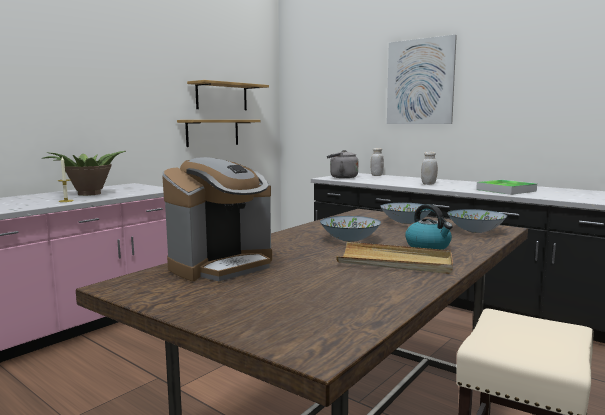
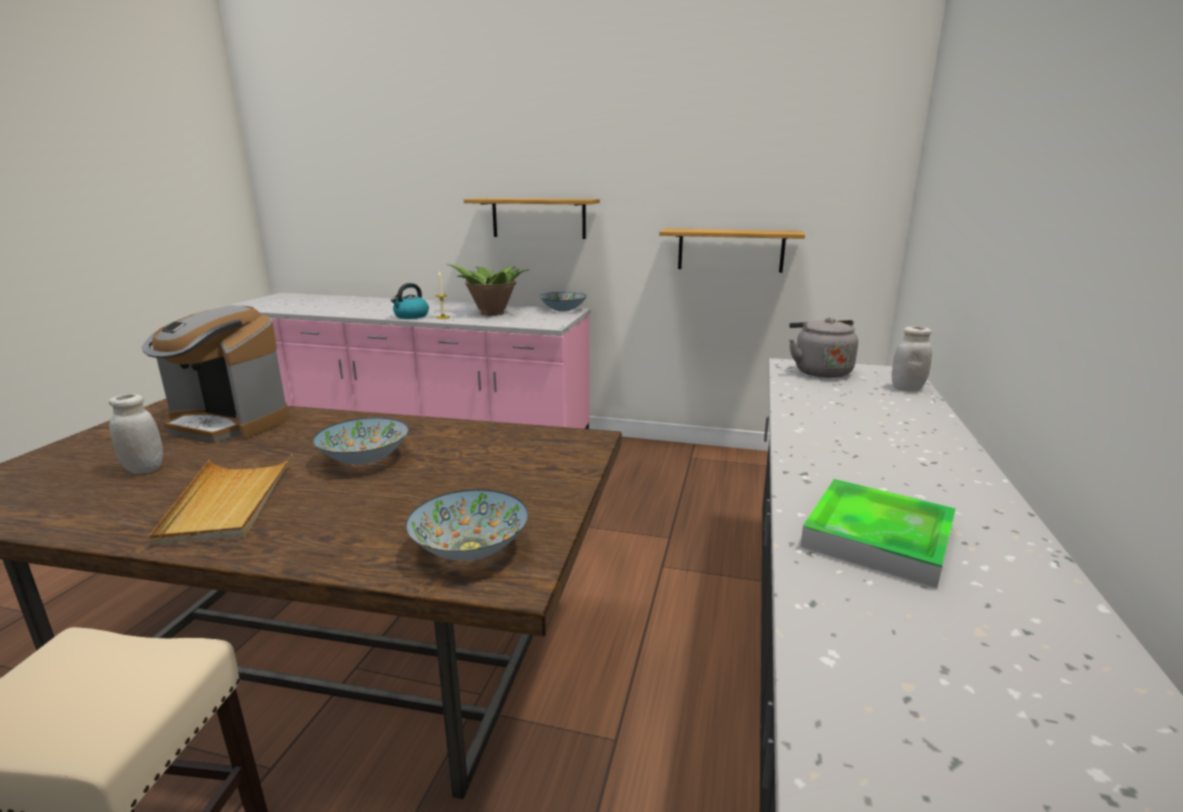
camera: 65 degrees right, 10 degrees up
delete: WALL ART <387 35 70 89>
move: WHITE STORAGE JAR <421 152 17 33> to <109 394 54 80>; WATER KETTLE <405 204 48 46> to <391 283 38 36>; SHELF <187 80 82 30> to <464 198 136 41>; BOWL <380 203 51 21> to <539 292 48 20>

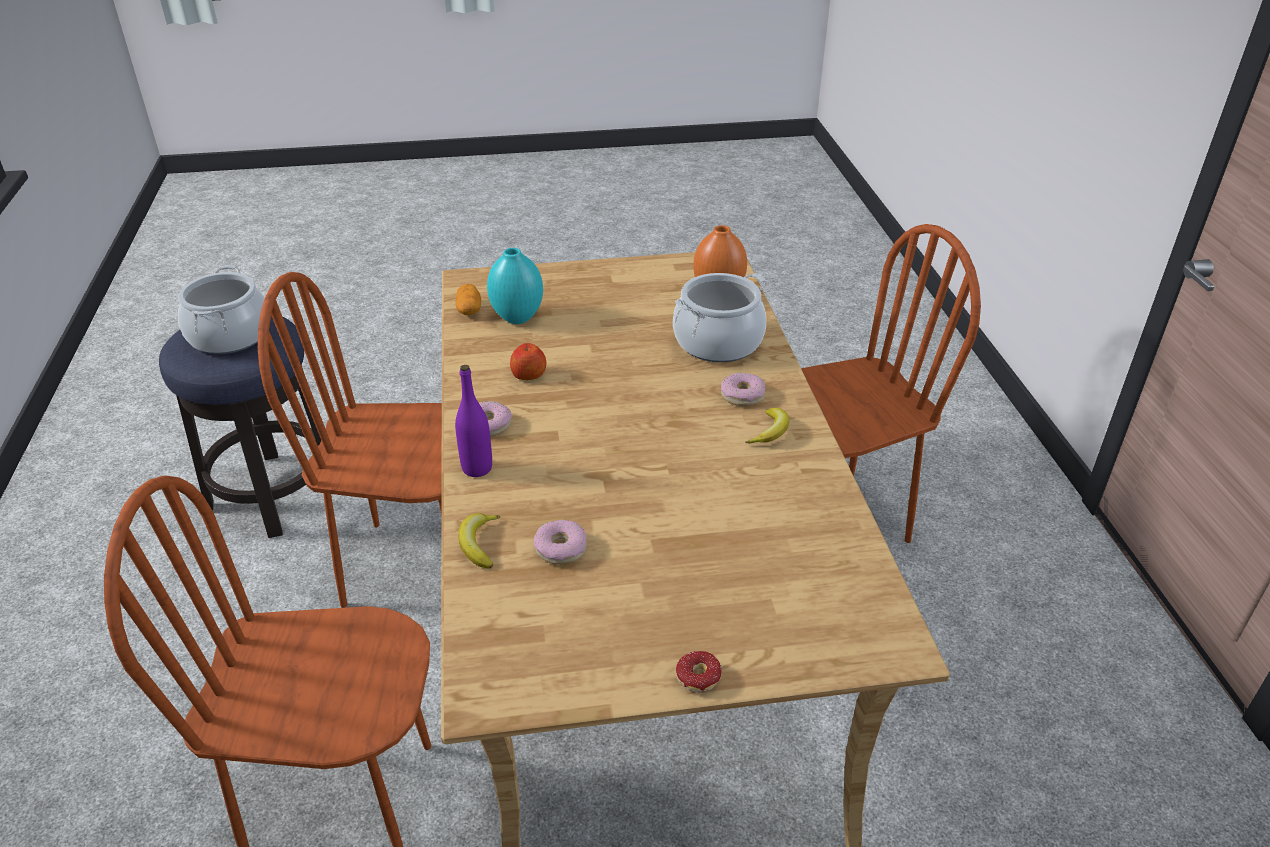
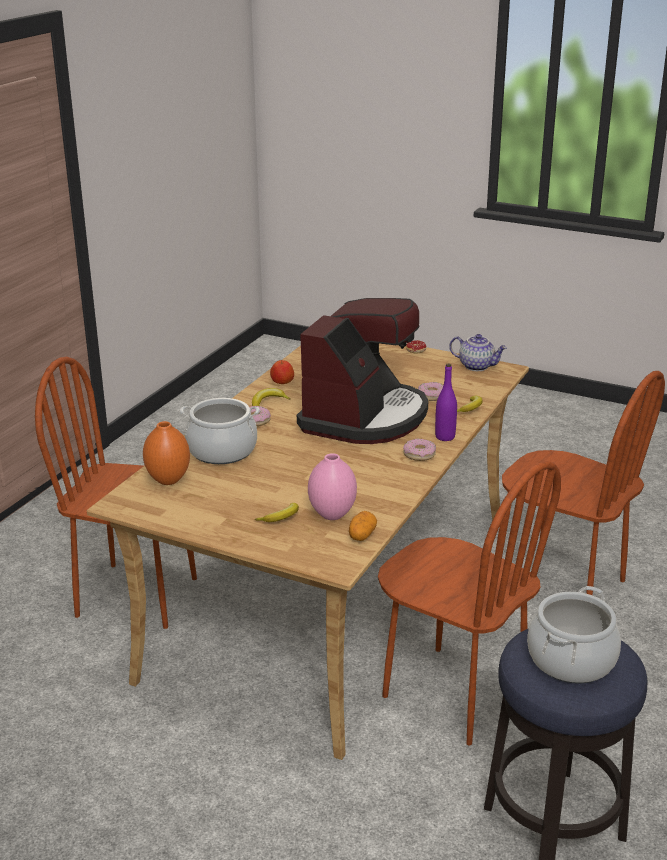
camera: 145 degrees left, 10 degrees down
insert: BANANA FRUIT <255 503 44 19>; COFFEE MAKER <297 298 131 146>; POT FOR TEA <449 334 58 37>
move: APPLE FRUIT <510 343 36 37> to <270 360 24 24>
recolor: TURQUOISE-COLOURED VASE <487 248 56 76> to PINK-COLOURED VASE <308 453 49 67>

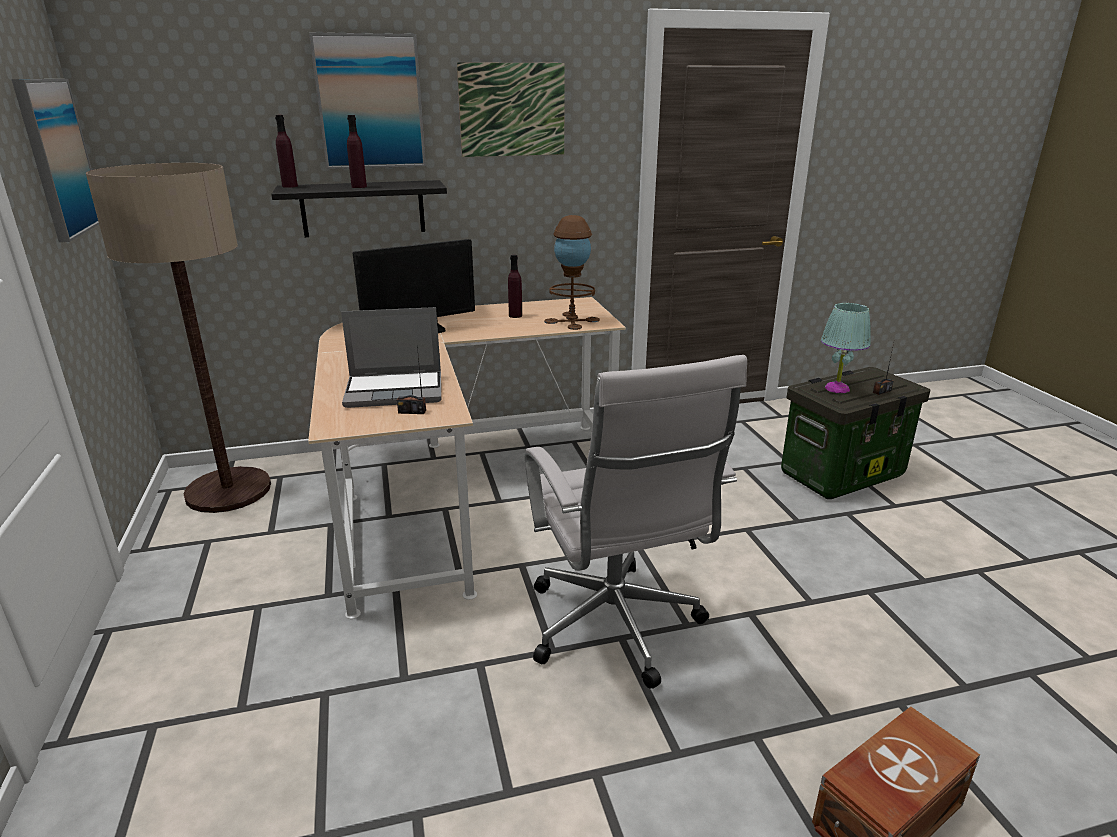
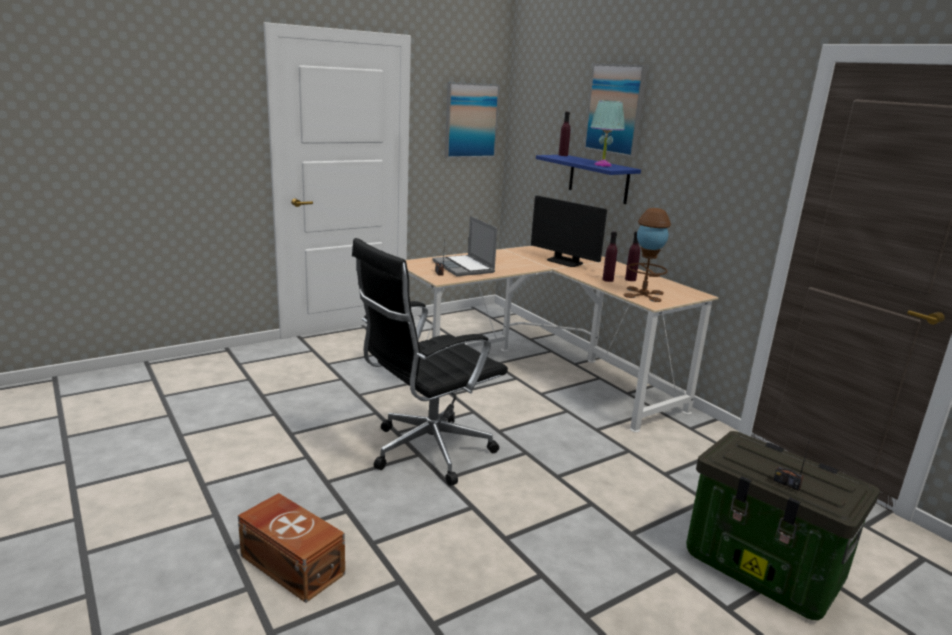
camera: 70 degrees right, 5 degrees down
delete: FLOOR LAMP <86 163 185 350>; WALL ART <457 62 108 95>
move: TURQUOISE-COLOURED TABLETOP LAMP <821 303 50 90> to <590 100 35 67>; PURPLISH BOTTLE <347 115 20 73> to <603 231 14 51>
recolor: WHITE OFFICE CHAIR <525 355 222 334> to BLACKISH OFFICE CHAIR <352 238 156 248>; BLACKISH SHELF <271 180 176 57> to BLUE SHELF <536 155 105 49>

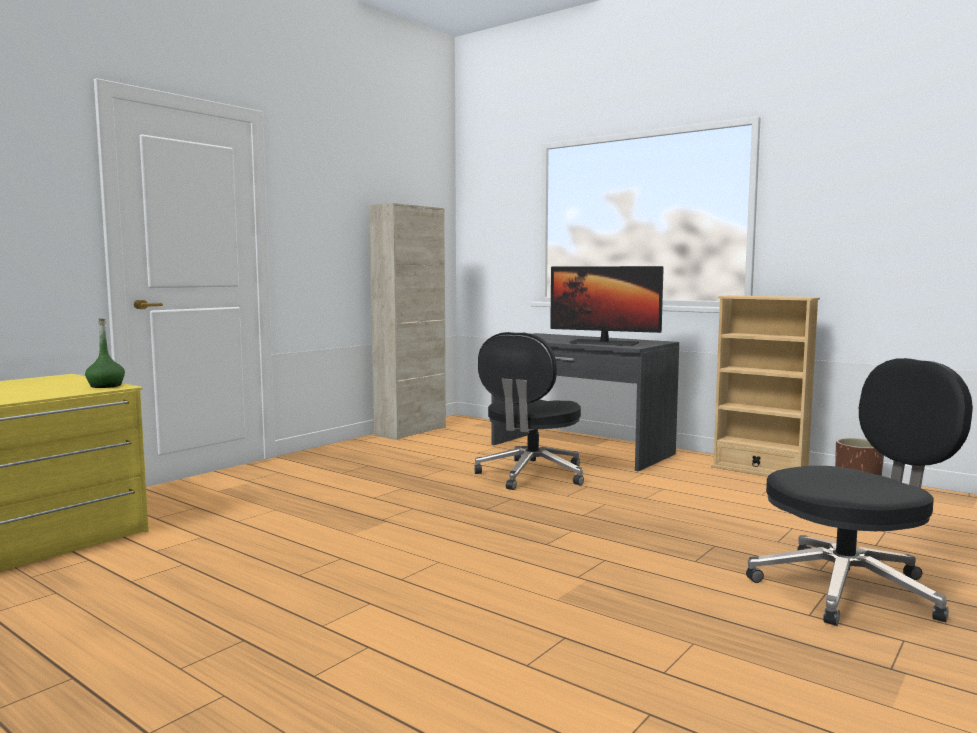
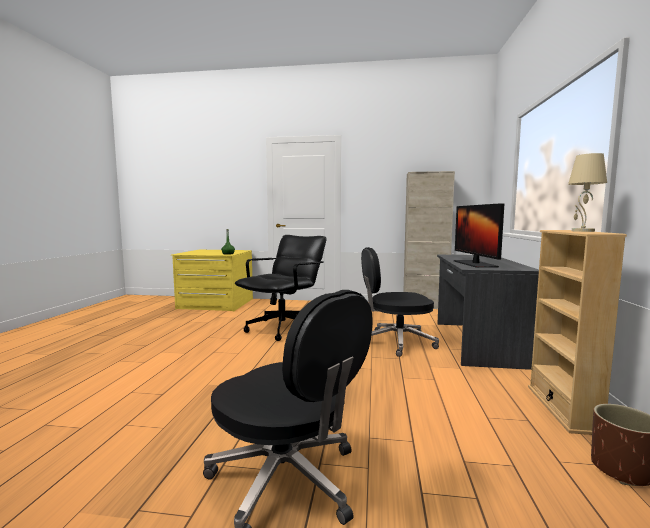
camera: 60 degrees right, 0 degrees up
insert: BLACKISH OFFICE CHAIR <235 235 92 106>; BEIGE TABLETOP LAMP <568 153 39 79>

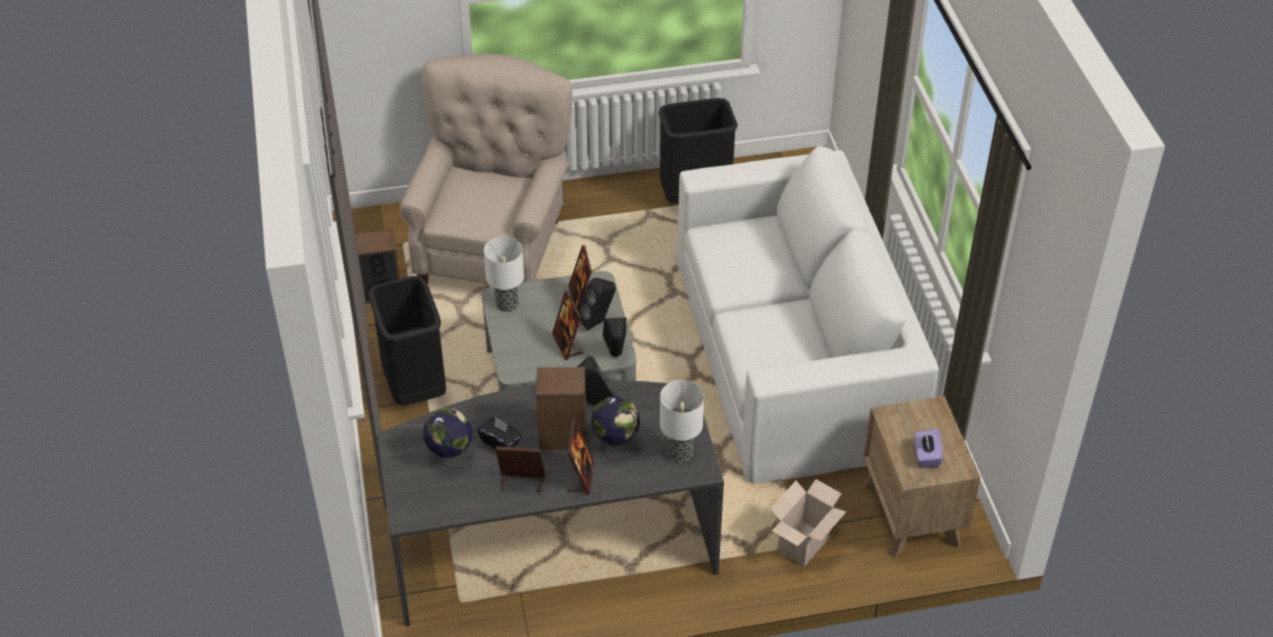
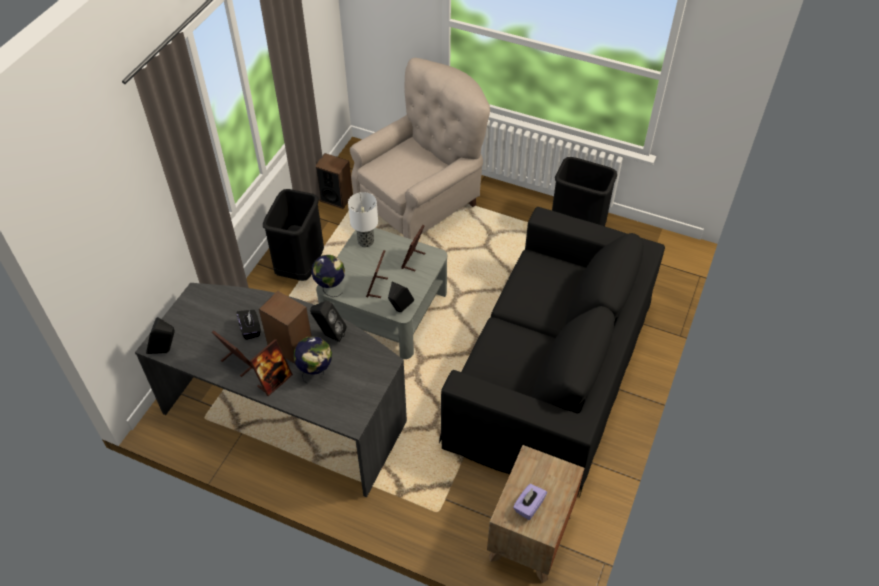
camera: 35 degrees right, 5 degrees up
delete: TABLETOP LAMP <660 380 44 83>; CARTON <770 479 76 88>
move: BLACKISH AUDIO SPEAKER <578 278 38 52> to <146 317 29 37>; WORLD GLOBE <423 409 49 59> to <312 255 33 42>
recolor: WHITE COUCH <675 146 264 339> to BLACKISH COUCH <439 207 226 291>

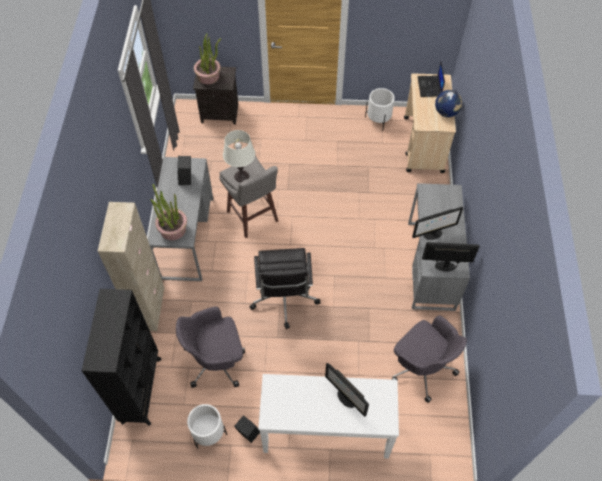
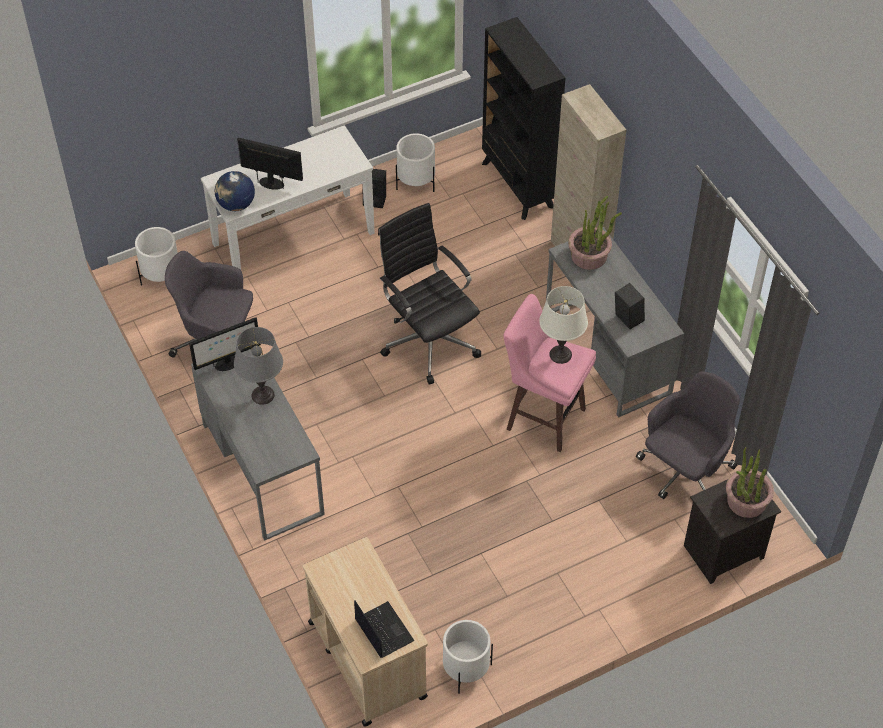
camera: 150 degrees right, 5 degrees down
insert: WHITE PLANT POT <135 227 43 59>
move: WORLD GLOBE <435 90 28 27> to <214 171 41 40>; GREY OFFICE CHAIR <176 307 69 81> to <636 372 104 127>
replace: MONITOR <412 207 51 33> to GREY TABLETOP LAMP <234 327 49 78>
recolor: GREY STOOL SEAT <219 156 59 82> to PINK-COLOURED STOOL SEAT <503 294 93 158>

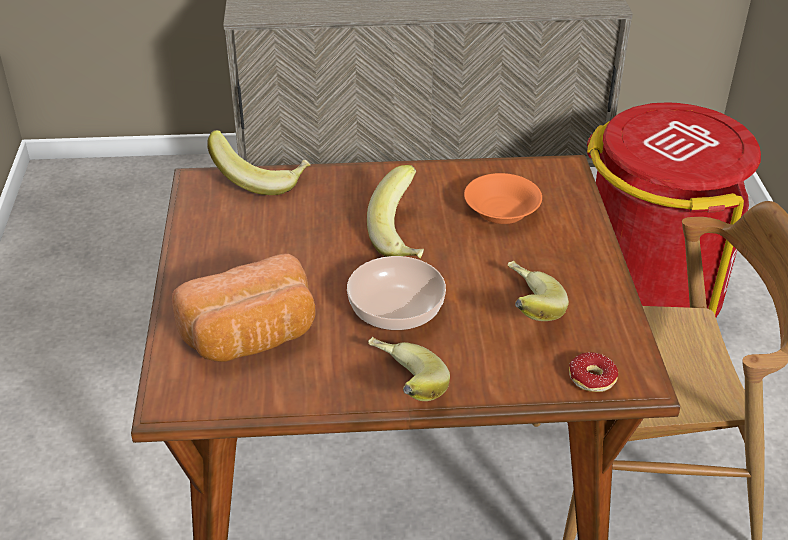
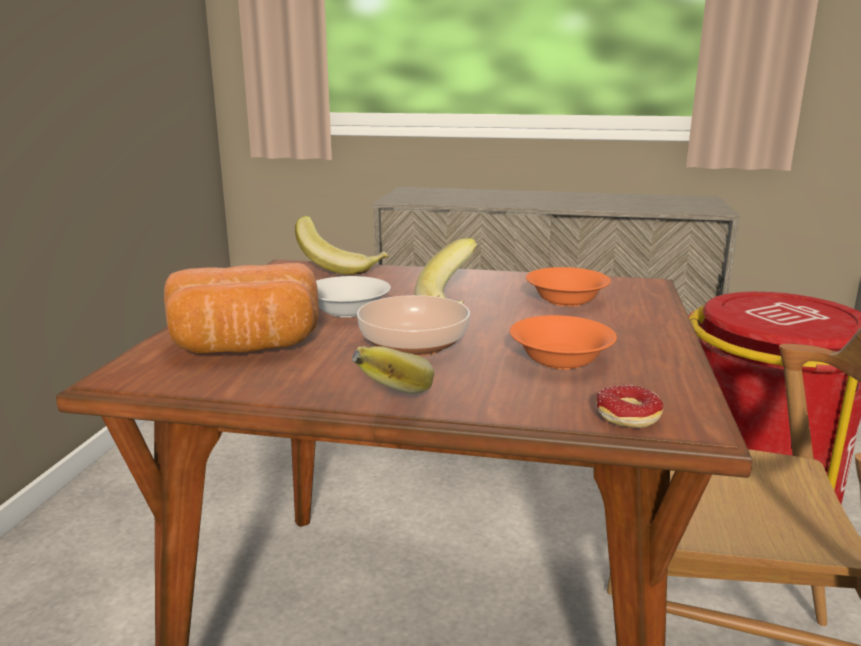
camera: 15 degrees right, 20 degrees down
insert: WHITE BOWL <316 276 75 41>
replace: BANANA FRUIT <508 261 61 60> to ORANGE-COLOURED BOWL <510 315 107 54>

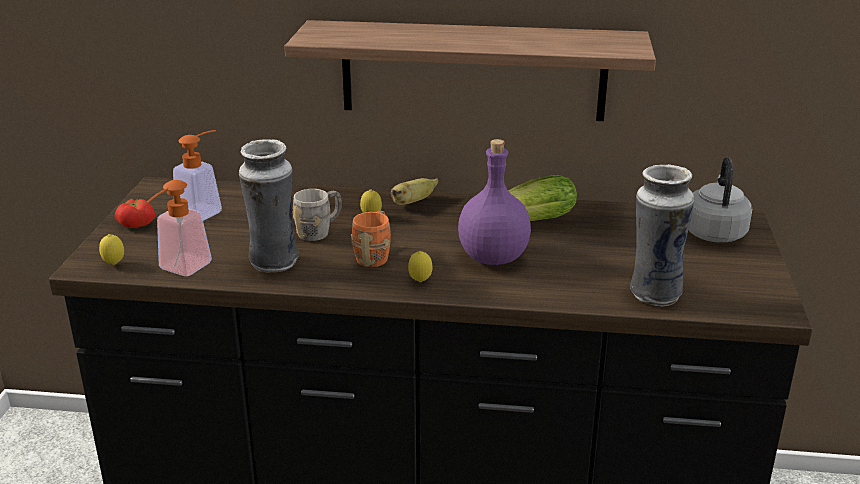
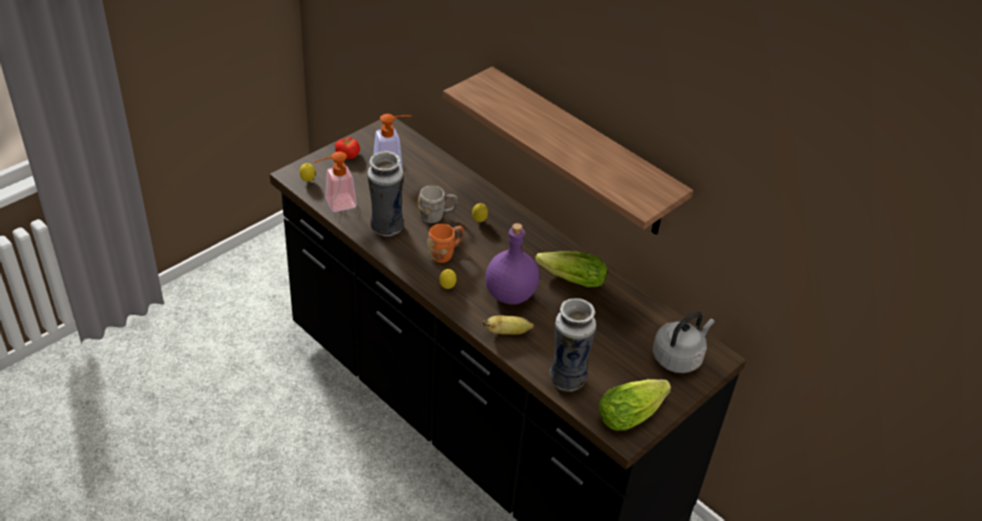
camera: 35 degrees right, 15 degrees up
insert: LETTUCE HEAD <599 379 72 52>
move: BANANA FRUIT <391 178 47 27> to <483 316 51 18>

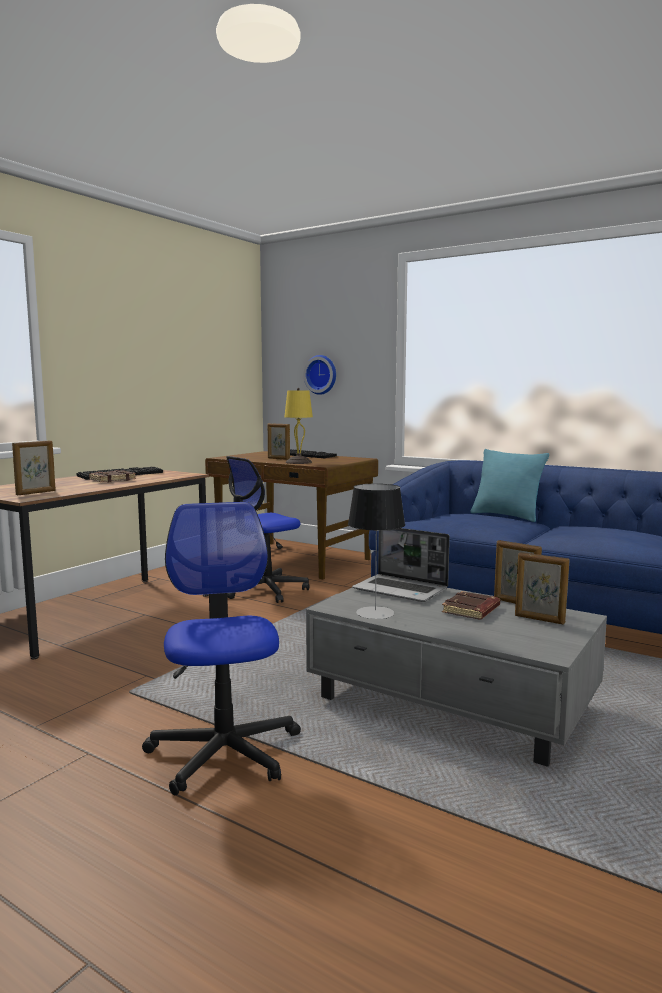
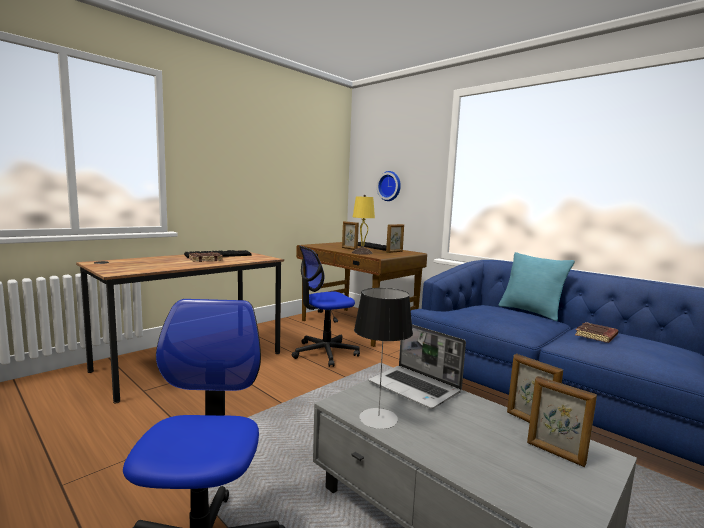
camera: 10 degrees right, 0 degrees up
move: STANDING FRAME <12 440 44 55> to <386 224 18 29>; BROWNISH BOUND BOOK <442 591 58 28> to <575 322 43 21>

